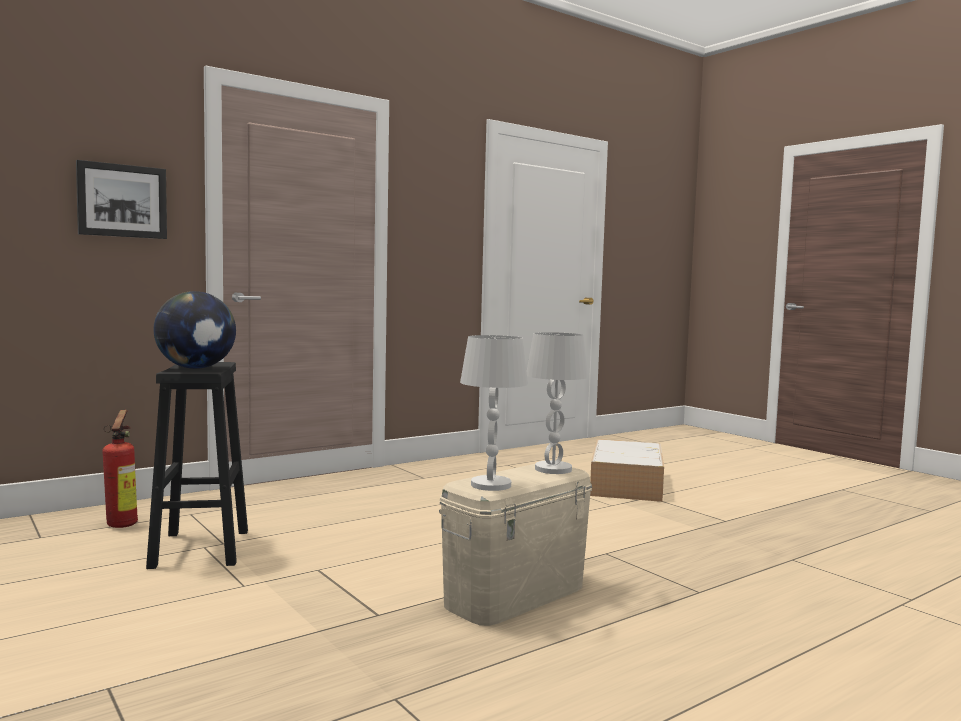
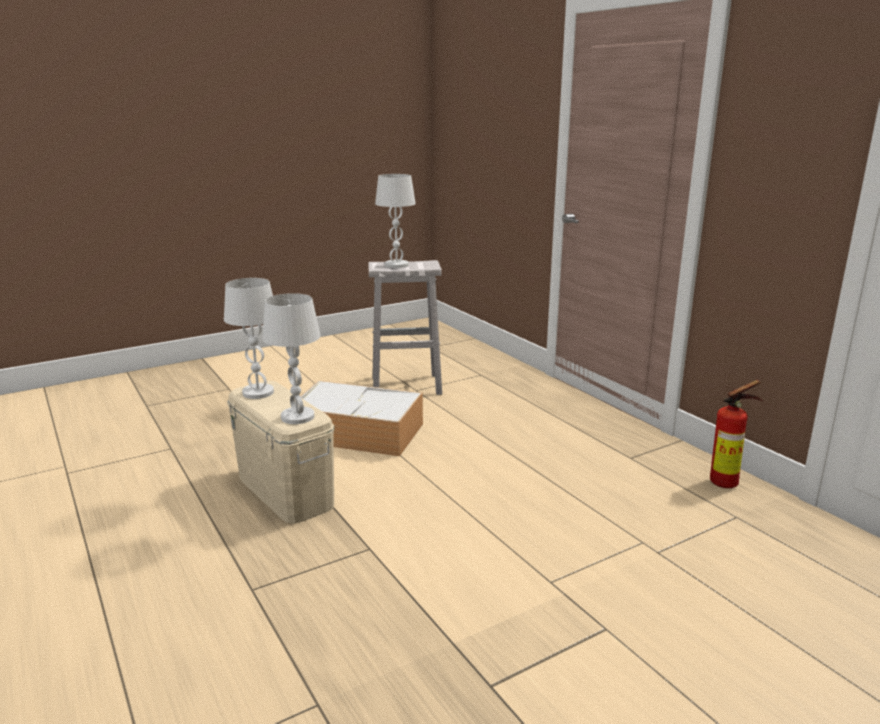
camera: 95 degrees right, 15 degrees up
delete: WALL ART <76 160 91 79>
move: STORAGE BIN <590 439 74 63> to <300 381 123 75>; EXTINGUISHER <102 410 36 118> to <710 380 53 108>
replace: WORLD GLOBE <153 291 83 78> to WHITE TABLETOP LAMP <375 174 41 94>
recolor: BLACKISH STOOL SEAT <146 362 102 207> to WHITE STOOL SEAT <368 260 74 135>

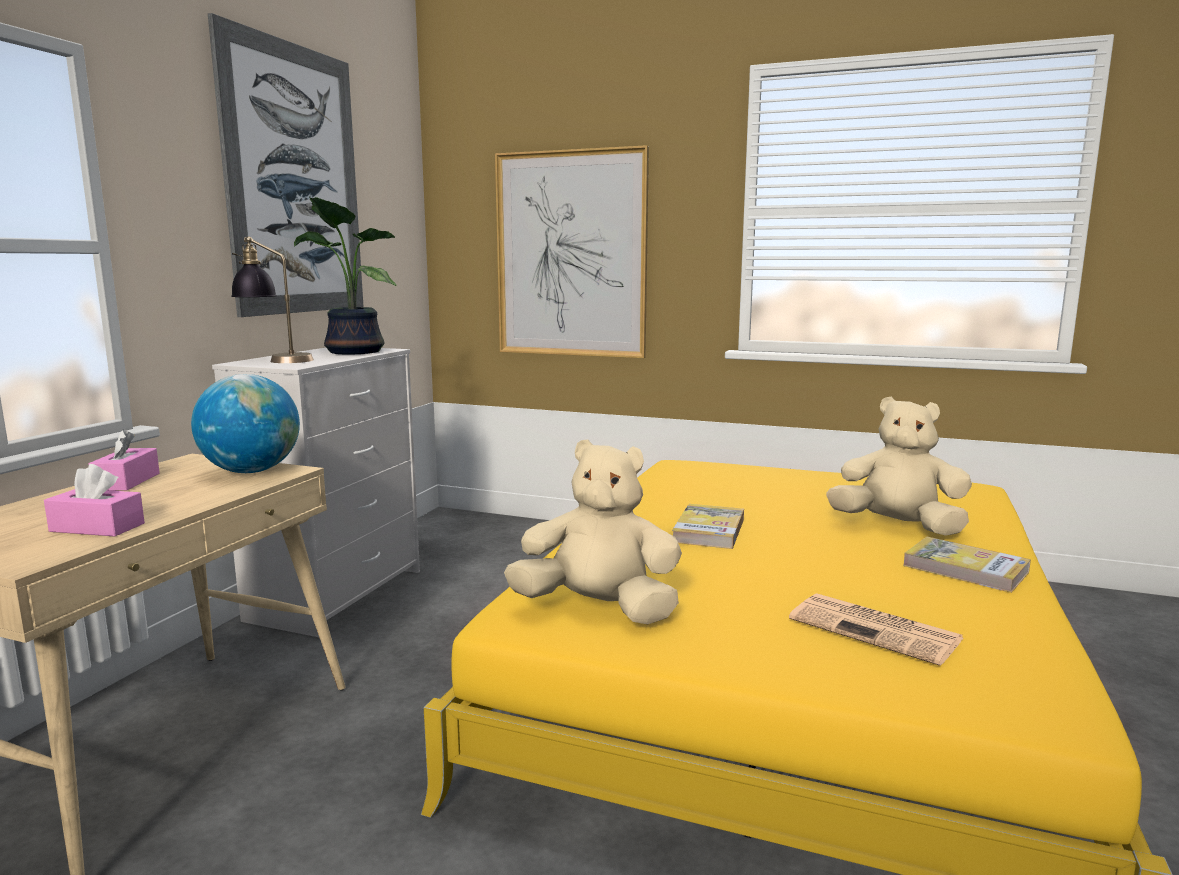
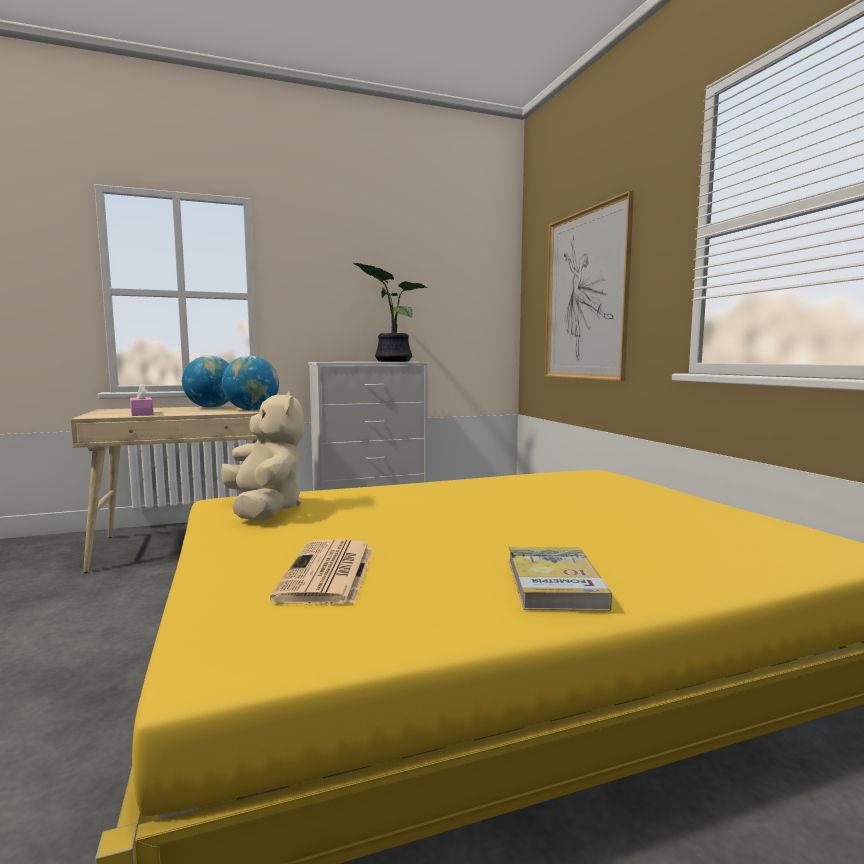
camera: 50 degrees right, 5 degrees down
delete: WALL ART <208 13 156 304>; TABLETOP LAMP <231 237 83 126>; BOUND BOOK <672 504 72 45>; BEIGE PLUSH TOY <826 397 146 139>
replace: PINK-COLOURED TISSUE BOX <88 429 72 62> to WORLD GLOBE <182 356 47 52>

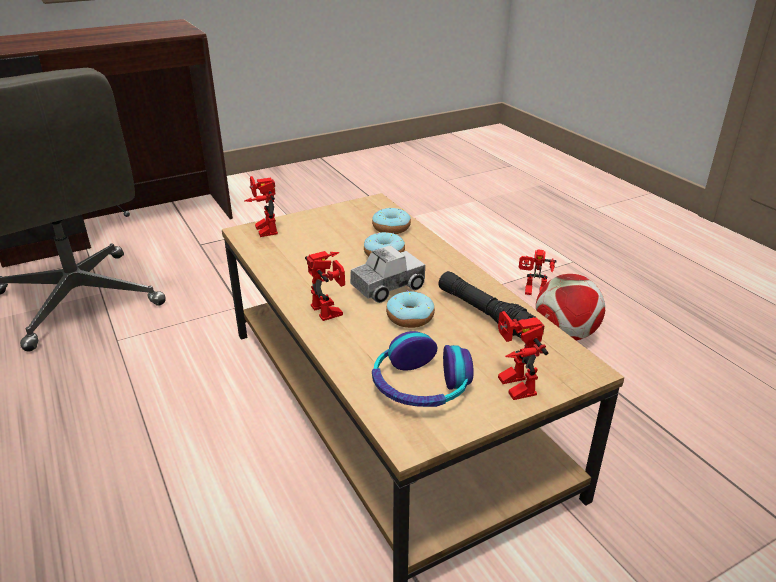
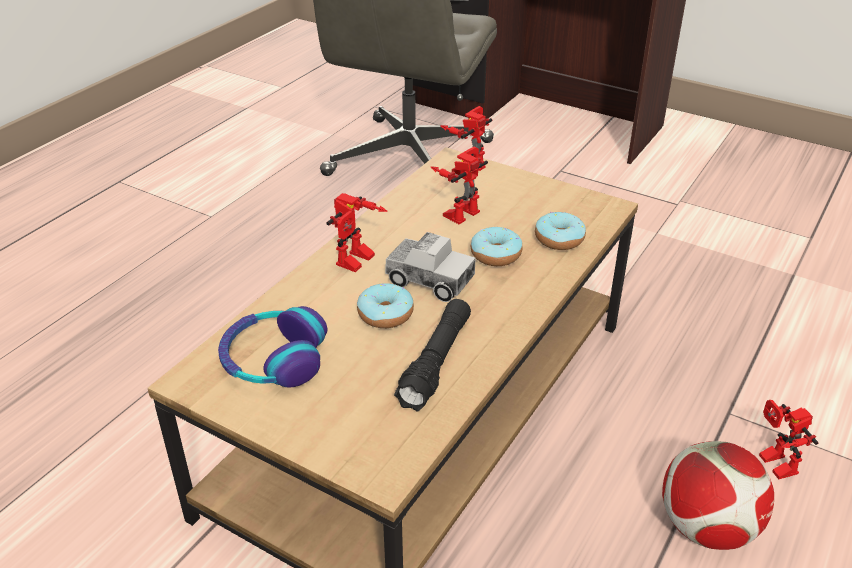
camera: 60 degrees right, 5 degrees up
move: TOY ROBOT <498 311 50 89> to <431 146 57 78>

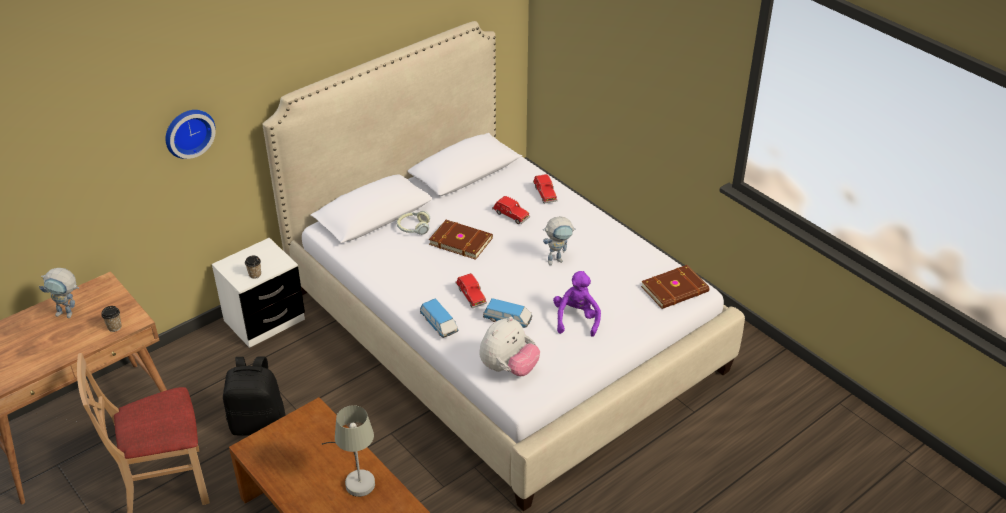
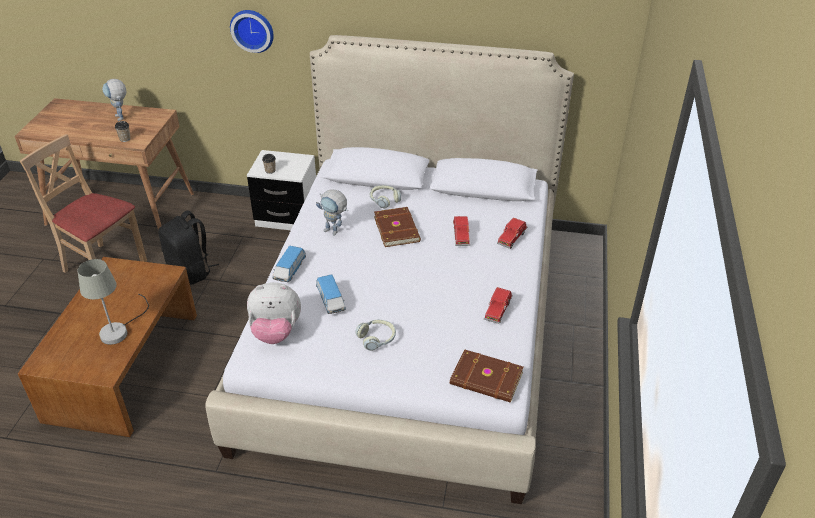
camera: 50 degrees right, 0 degrees up
move: TOY ROBOT <543 216 33 49> to <316 189 32 46>; RED-COLOURED TOY CAR <455 273 32 35> to <484 287 28 37>
replace: PURPLISH PLUSH TOY <553 271 48 66> to PAIR OF HEADPHONES <355 320 41 31>

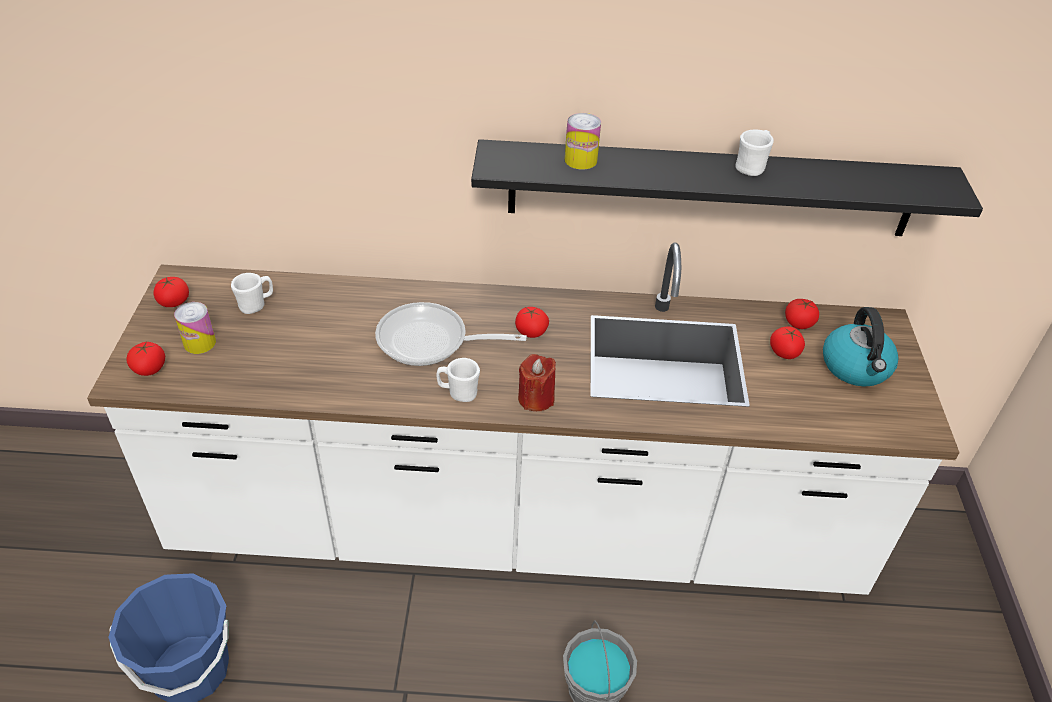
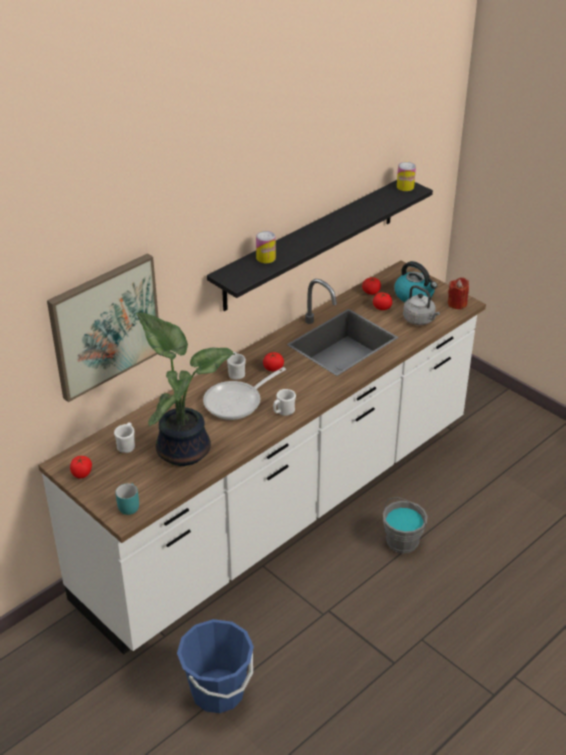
camera: 45 degrees left, 5 degrees down
insert: WALL ART <47 253 112 149>; POTTED PLANT <136 313 99 153>; GREY WATER KETTLE <403 285 37 40>
move: WHITE TEA MUG <735 130 39 46> to <227 352 19 28>; CAN <174 302 42 52> to <397 162 19 29>; RED-COLOURED WAX CANDLE <518 354 38 57> to <448 277 21 33>
replace: FRESH TOMATO <126 342 39 34> to TURQUOISE-COLOURED TEA MUG <116 483 23 32>

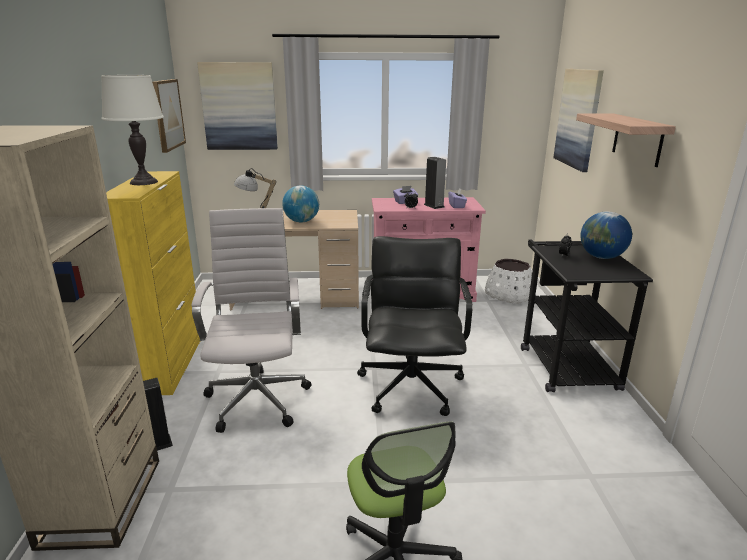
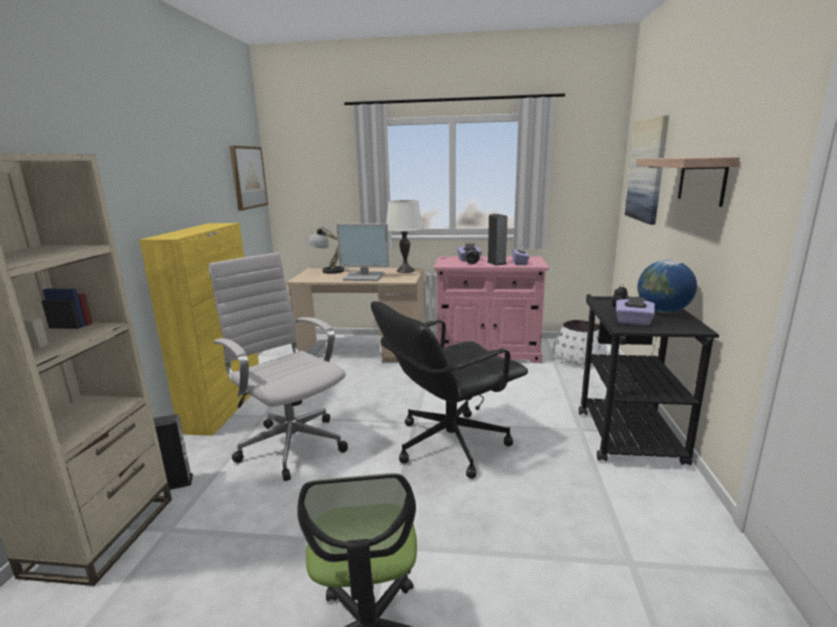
camera: 10 degrees right, 5 degrees down
delete: WALL ART <197 62 81 88>
insert: PURPLISH TISSUE BOX <616 296 39 30>
move: WHITE TABLETOP LAMP <101 75 63 110> to <386 200 37 73>
replace: WORLD GLOBE <282 185 37 38> to MONITOR <336 224 53 57>
rotate: WHITE OFFICE CHAIR <191 208 120 225> = <209 253 139 228> 45 degrees counterclockwise; BLACKISH OFFICE CHAIR <357 236 115 180> = <371 301 157 178> 135 degrees counterclockwise

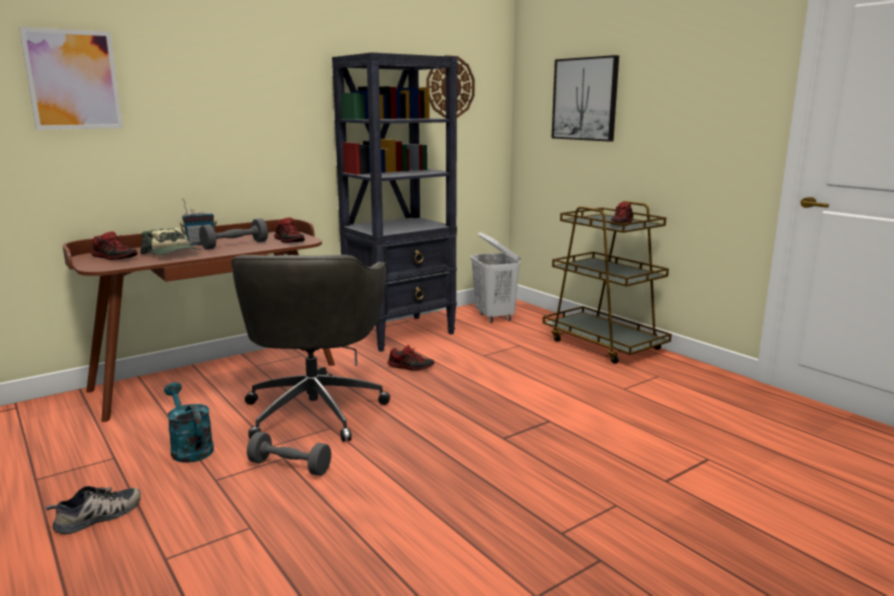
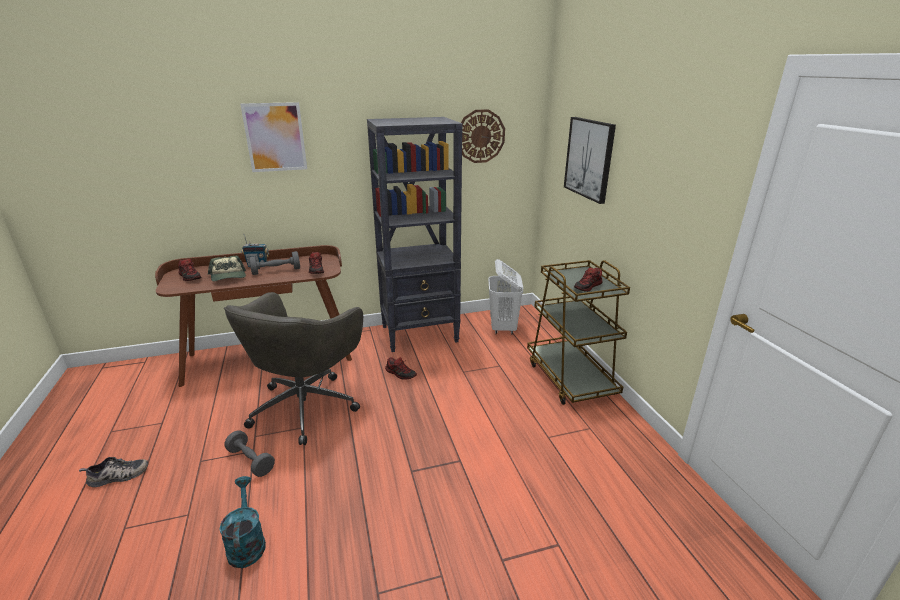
camera: 20 degrees right, 10 degrees up
move: TURQUOISE-COLOURED WATERING CAN <164 382 50 81> to <219 476 47 92>; WALL ART <19 27 104 103> to <240 102 67 70>

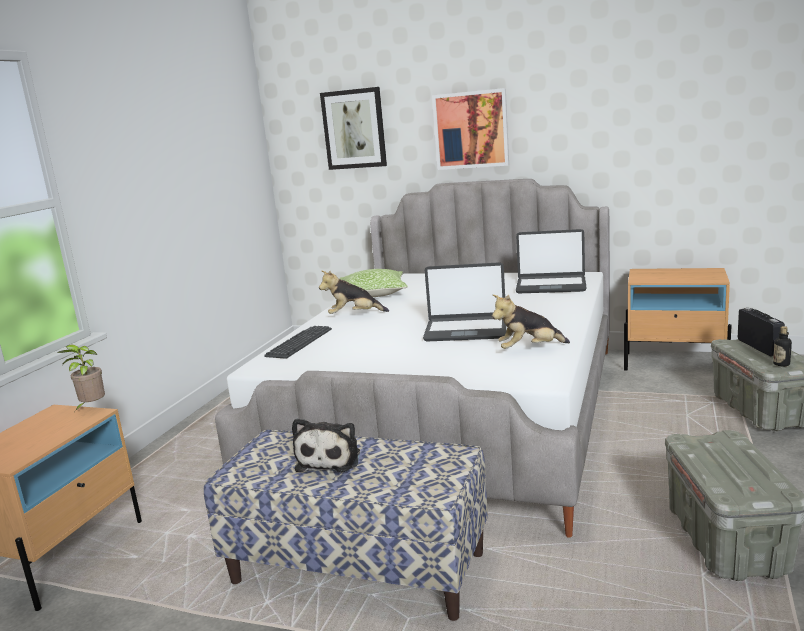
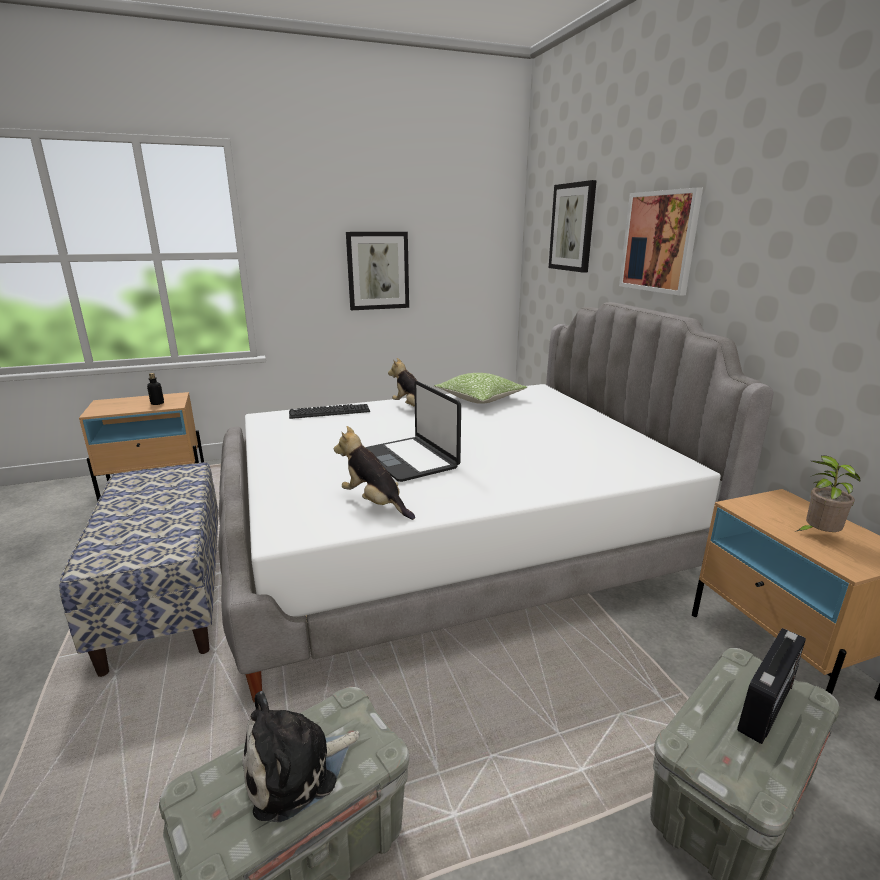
camera: 50 degrees right, 5 degrees up
delete: NOTEBOOK COMPUTER <516 229 71 64>
insert: WALL ART <346 232 63 78>
move: BOTTLE <773 326 19 40> to <147 373 17 32>; PLUSH TOY <292 418 68 54> to <242 691 117 131>; POTTED PLANT <57 345 48 66> to <795 456 65 76>

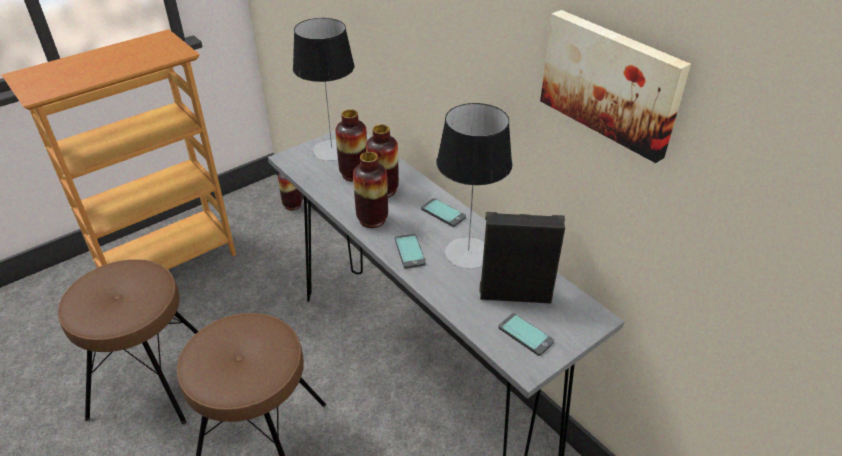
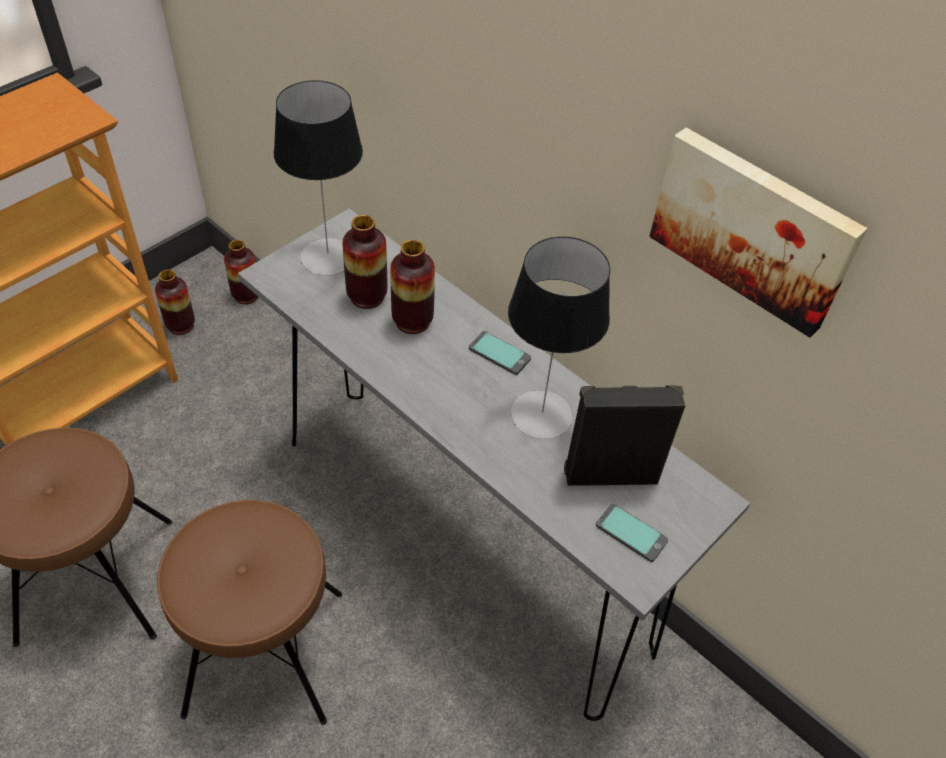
camera: 10 degrees left, 10 degrees up
delete: PHONE <395 233 31 36>
move: VASE <353 152 35 76> to <155 269 40 66>

